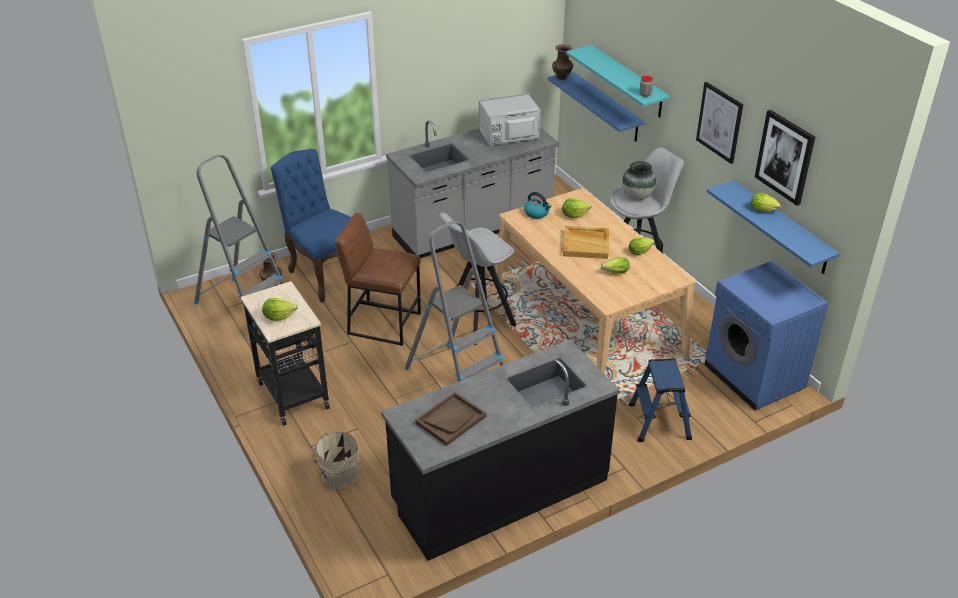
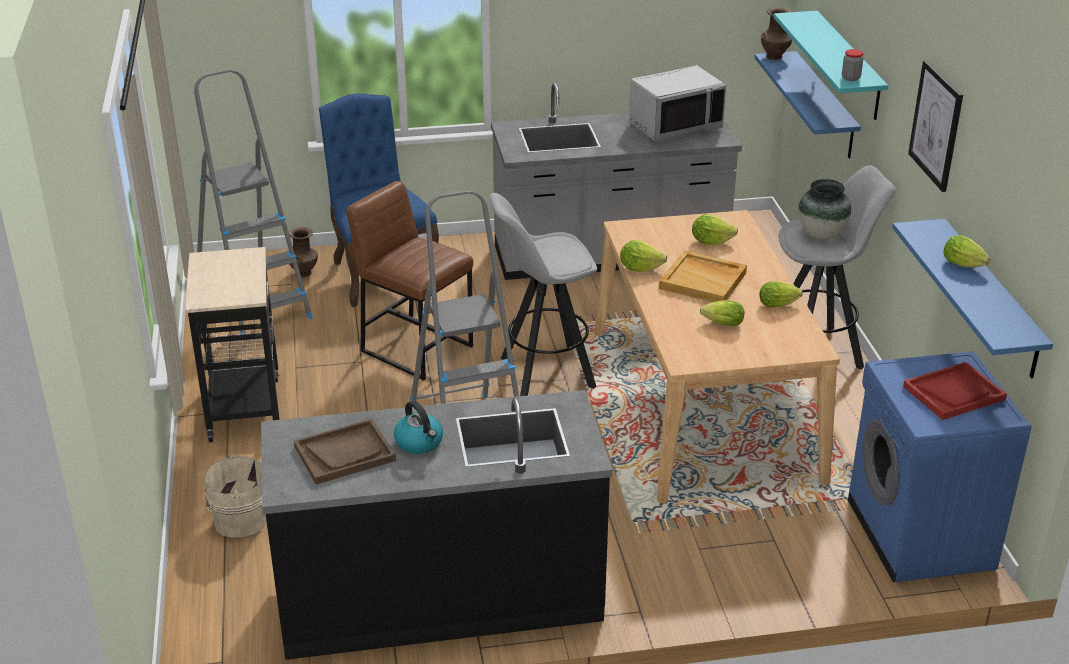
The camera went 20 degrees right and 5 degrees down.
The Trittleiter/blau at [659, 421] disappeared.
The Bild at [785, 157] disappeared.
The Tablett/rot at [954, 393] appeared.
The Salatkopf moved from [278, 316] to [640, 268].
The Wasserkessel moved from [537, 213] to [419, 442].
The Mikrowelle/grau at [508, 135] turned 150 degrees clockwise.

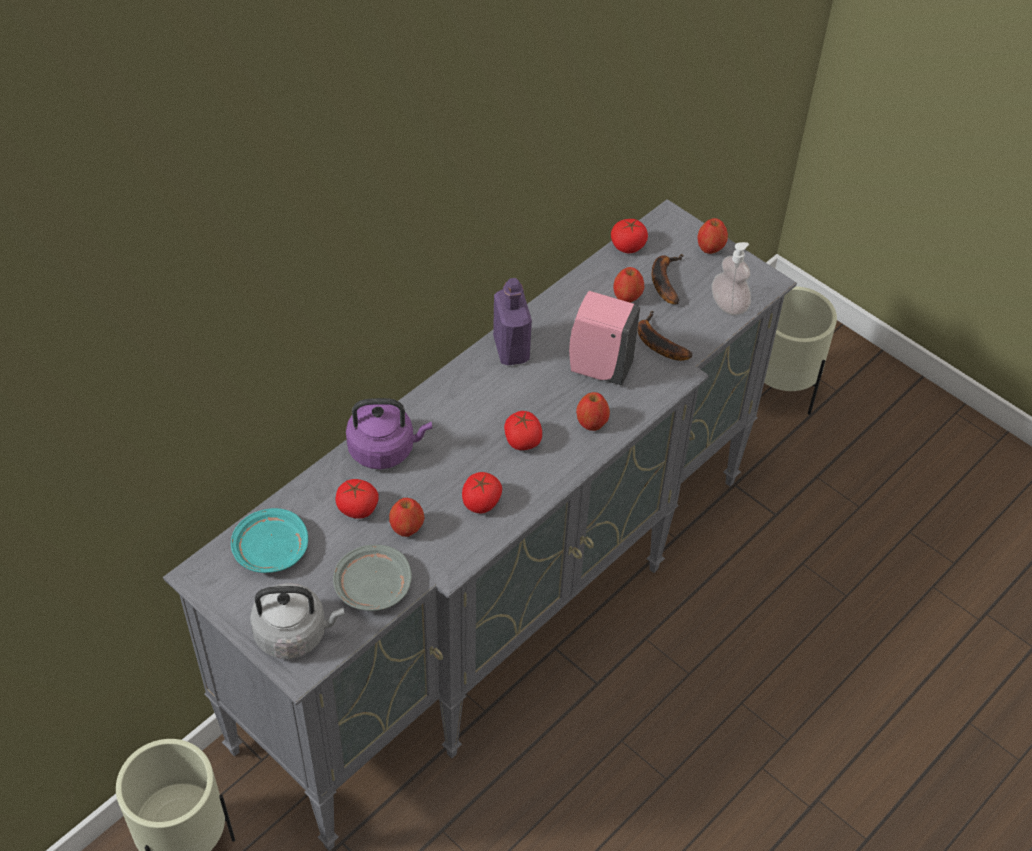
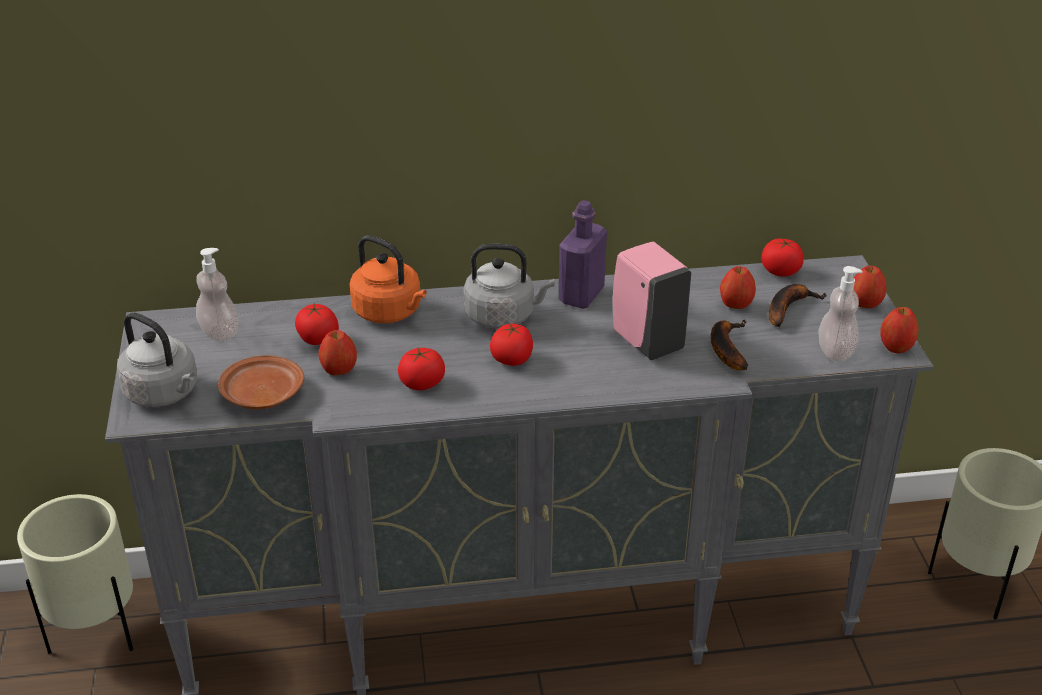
The camera went 40 degrees right and 15 degrees down.
The Wasserkessel/grau at [503, 316] appeared.
The Apfel moved from [591, 423] to [896, 347].
The Teller/türkis at [270, 550] was replaced by the Seifenspender at [220, 333].
The Teller/grau at [372, 586] became the Teller/braun at [261, 394].
The Wasserkessel/lila at [385, 449] became the Wasserkessel/orange at [390, 312].

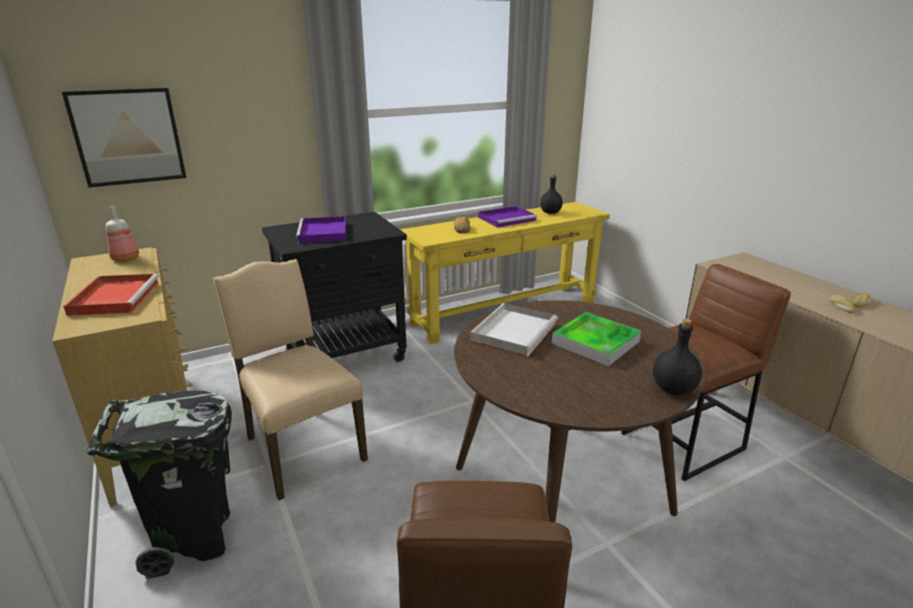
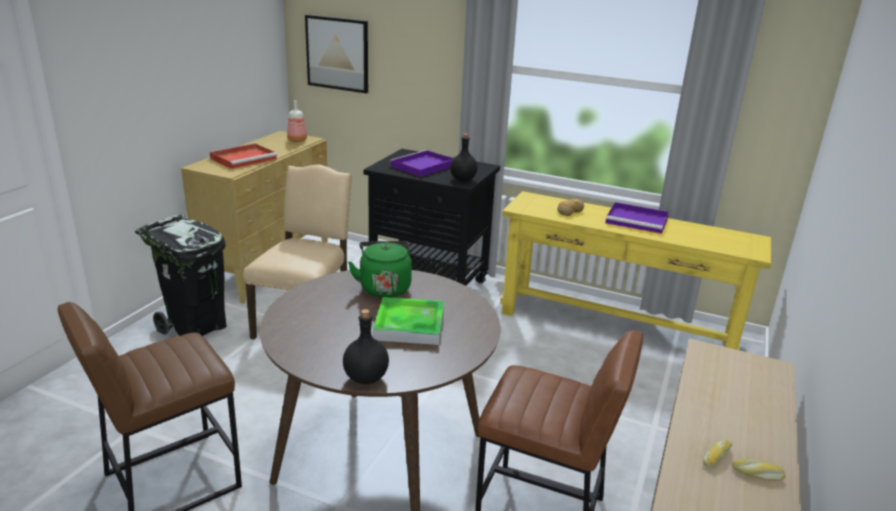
The camera went 50 degrees right and 0 degrees up.
The Flasche/schwarz moved from [550, 213] to [462, 179].
The Tablett/weiß at [514, 331] was replaced by the Wasserkessel/grün at [384, 287].

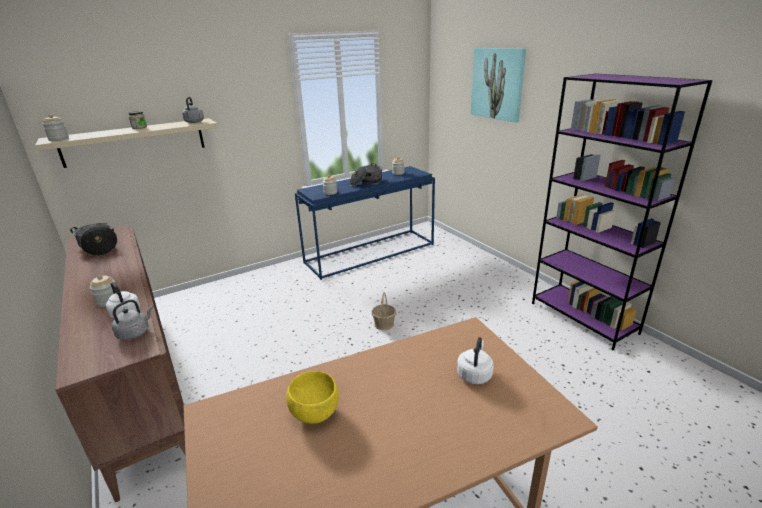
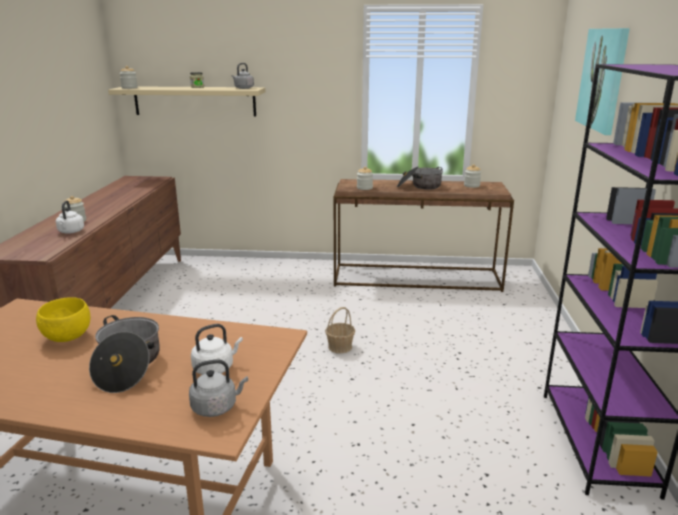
The camera went 35 degrees right and 5 degrees down.
The Kochtopf moved from [99, 247] to [128, 366].
The Wasserkessel/grau moved from [135, 333] to [216, 407].
The Konsolentisch/blau at [370, 253] became the Konsolentisch/braun at [417, 278].

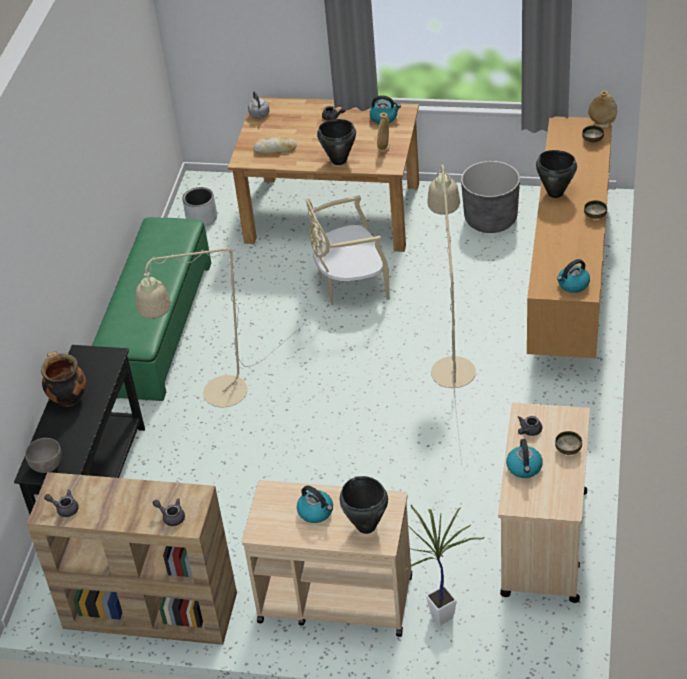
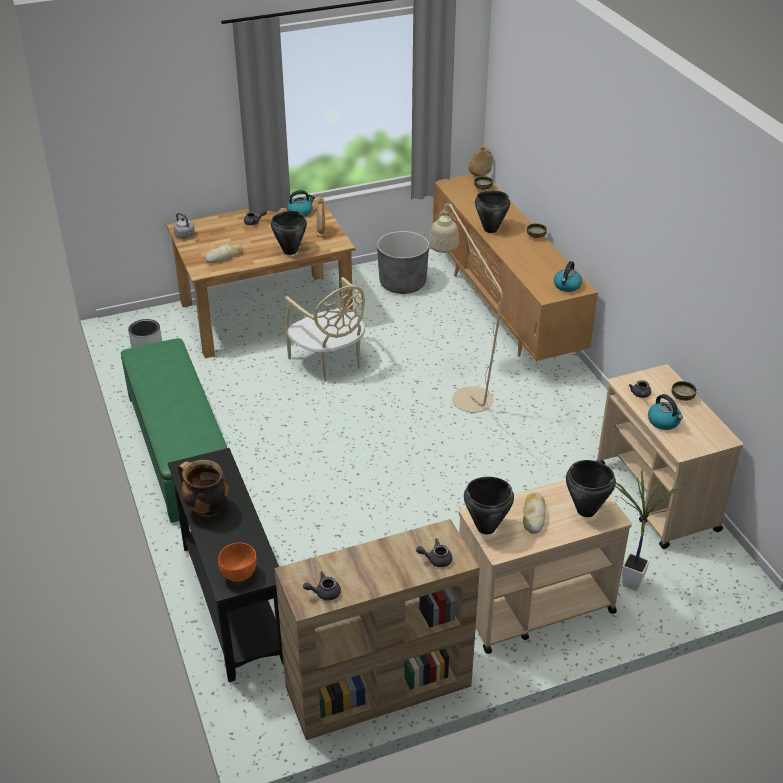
The camera went 35 degrees left and 5 degrees down.
The Stehlampe/beige at [217, 398] disappeared.
The Kochtopf/schwarz at [485, 527] appeared.
The Wasserkessel at [316, 512] was replaced by the Brot at [533, 516].
The Schüssel/grau at [46, 466] became the Schüssel/orange at [238, 574].
The Stuhl/beige at [350, 284] turned 75 degrees counterclockwise.

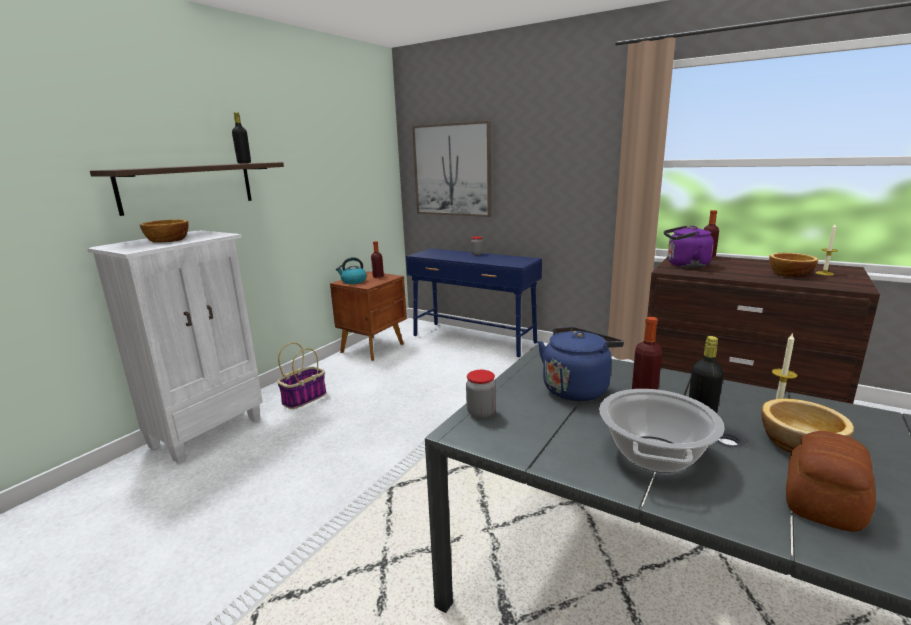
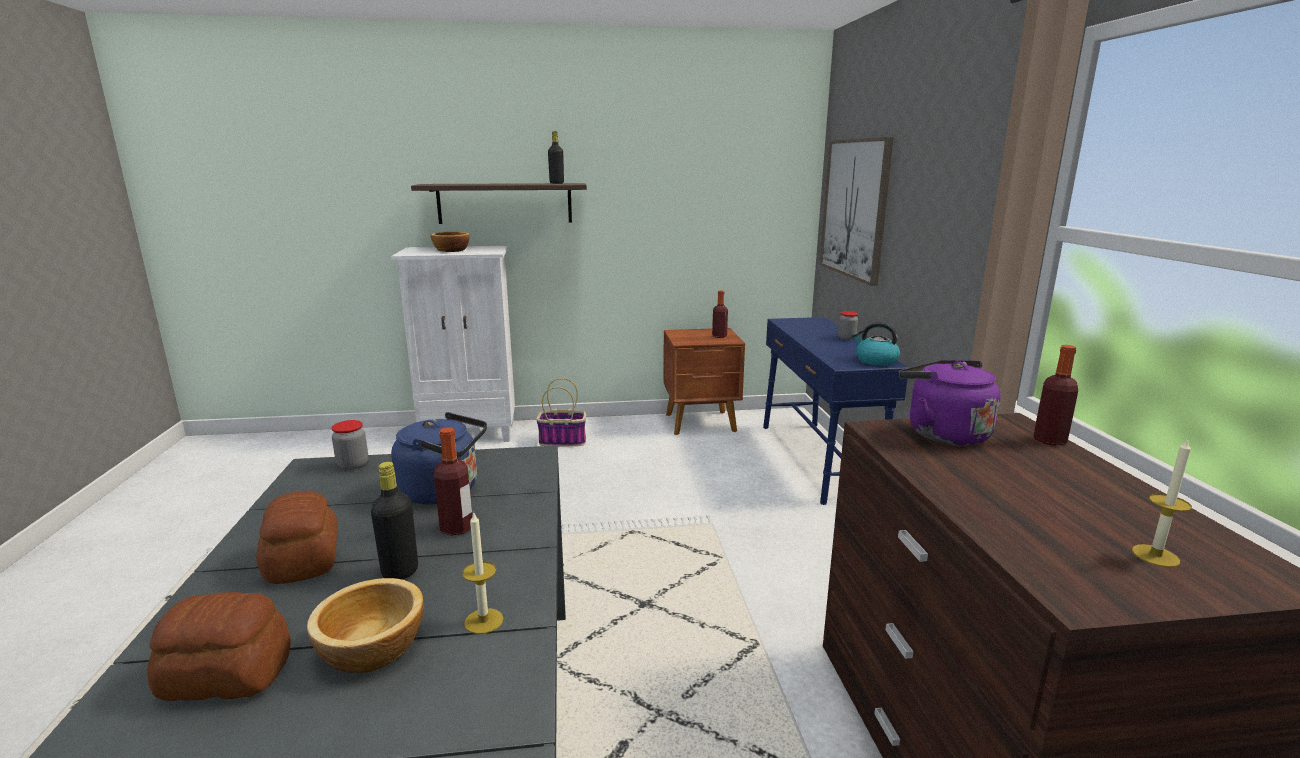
The camera went 50 degrees right and 0 degrees up.
The Schüssel at [789, 274] disappeared.
The Wasserkessel moved from [353, 281] to [875, 361].
The Kochtopf at [654, 454] was replaced by the Brot at [304, 559].

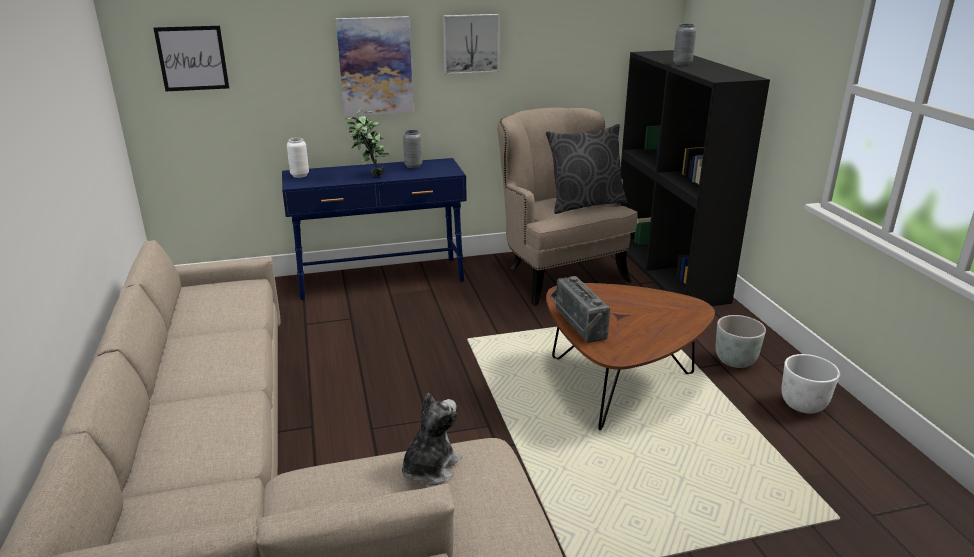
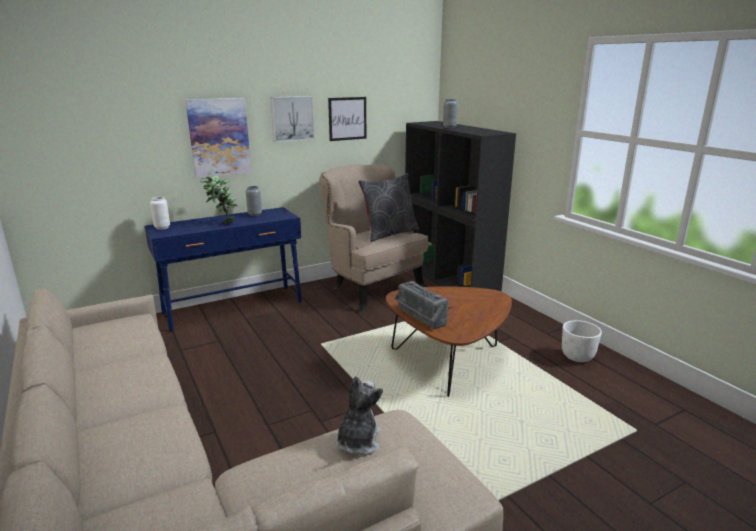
The camera went 15 degrees left and 5 degrees down.
The Pflanzkübel/grau at [735, 361] disappeared.
The Bild moved from [192, 58] to [347, 118].

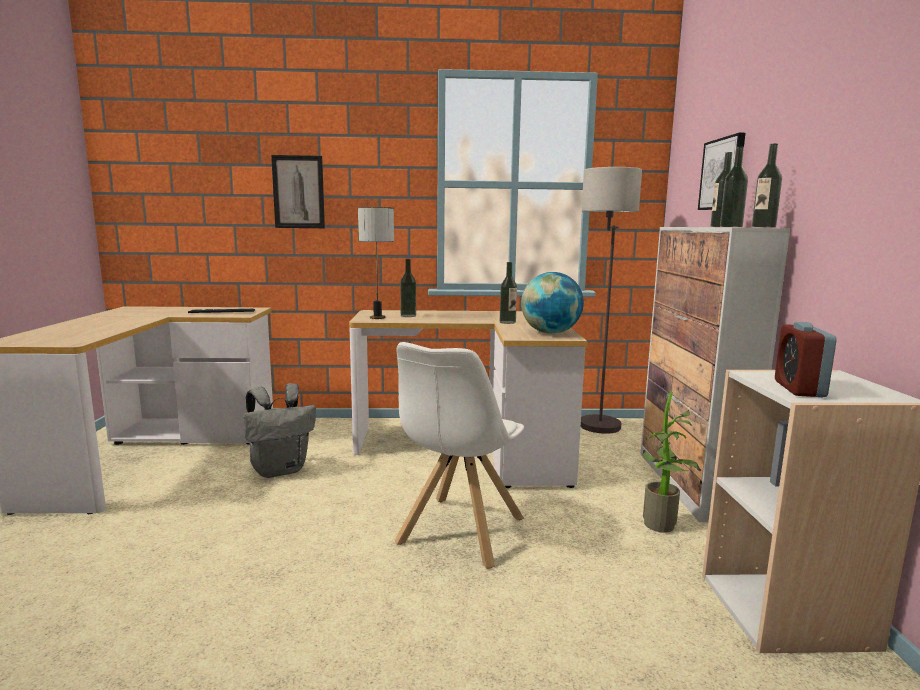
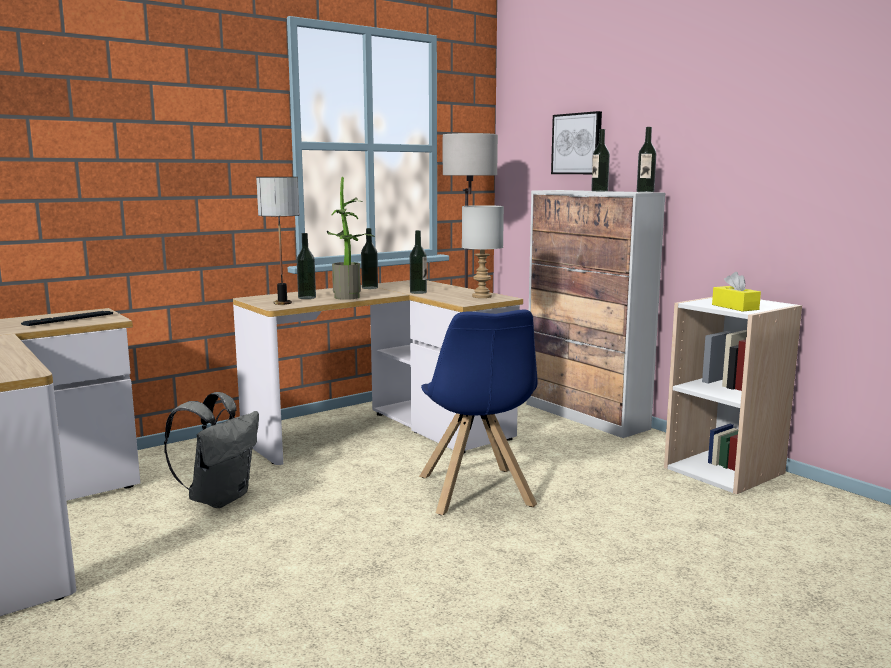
The camera went 35 degrees left and 0 degrees up.
The Bild at [298, 192] disappeared.
The Topfpflanze moved from [663, 527] to [351, 297].
The Flasche moved from [731, 227] to [369, 287].
The Globus at [550, 333] was replaced by the Tischlampe/grau at [481, 296].
The Wecker at [799, 389] was replaced by the Taschentuchbox/gelb at [735, 307].
The Stuhl/weiß at [459, 533] became the Stuhl/blau at [477, 493].

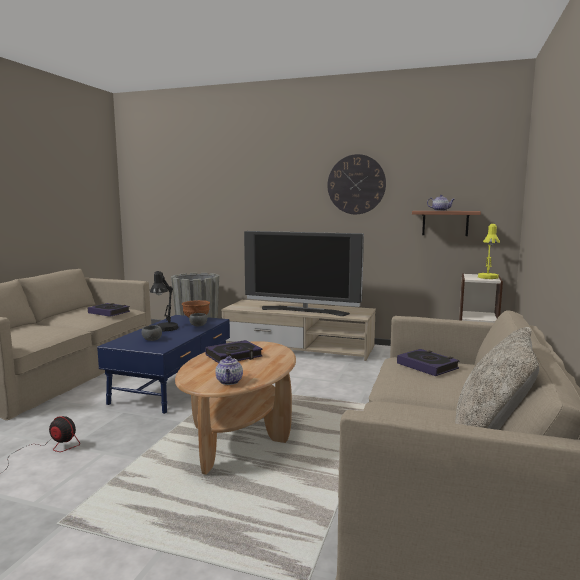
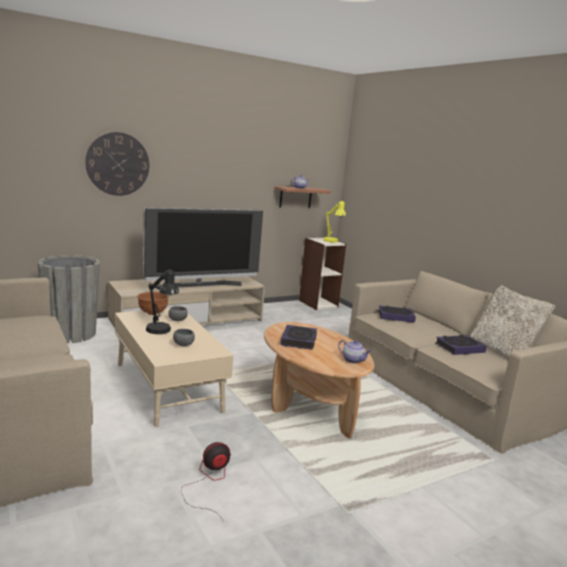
The camera went 50 degrees left and 5 degrees up.
The Buch moved from [109, 312] to [459, 348].
The Wanduhr moved from [356, 184] to [118, 164].
The Couchtisch/blau at [173, 384] became the Couchtisch/beige at [167, 387].

